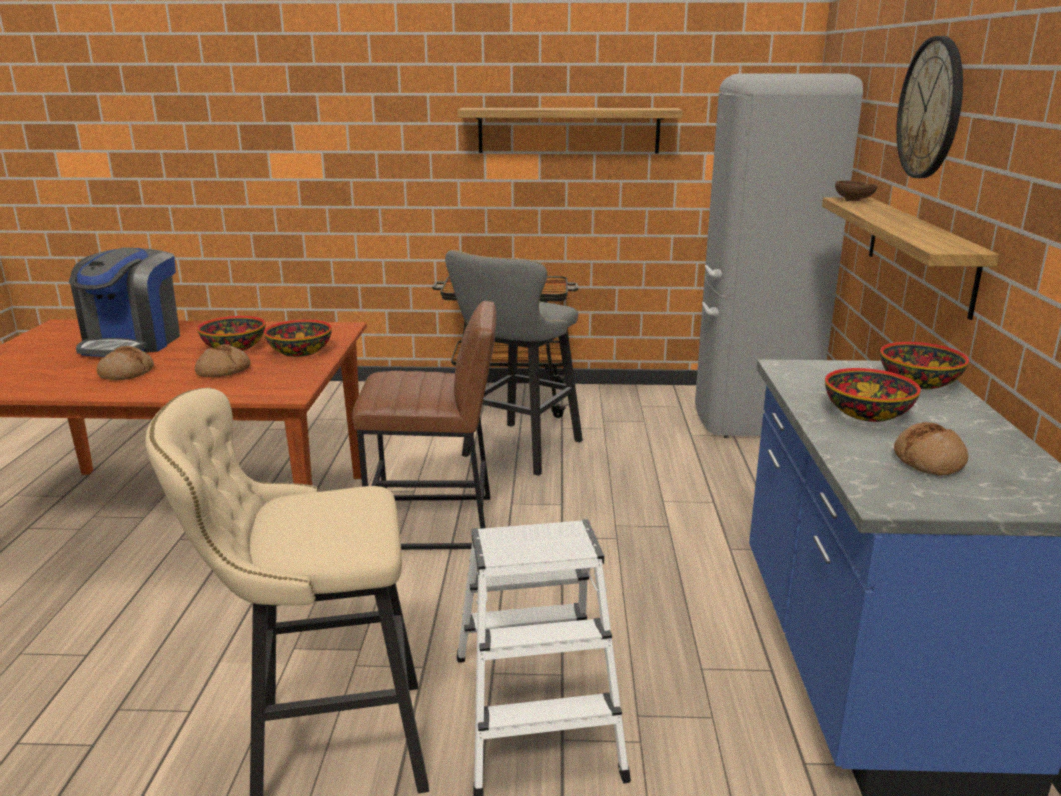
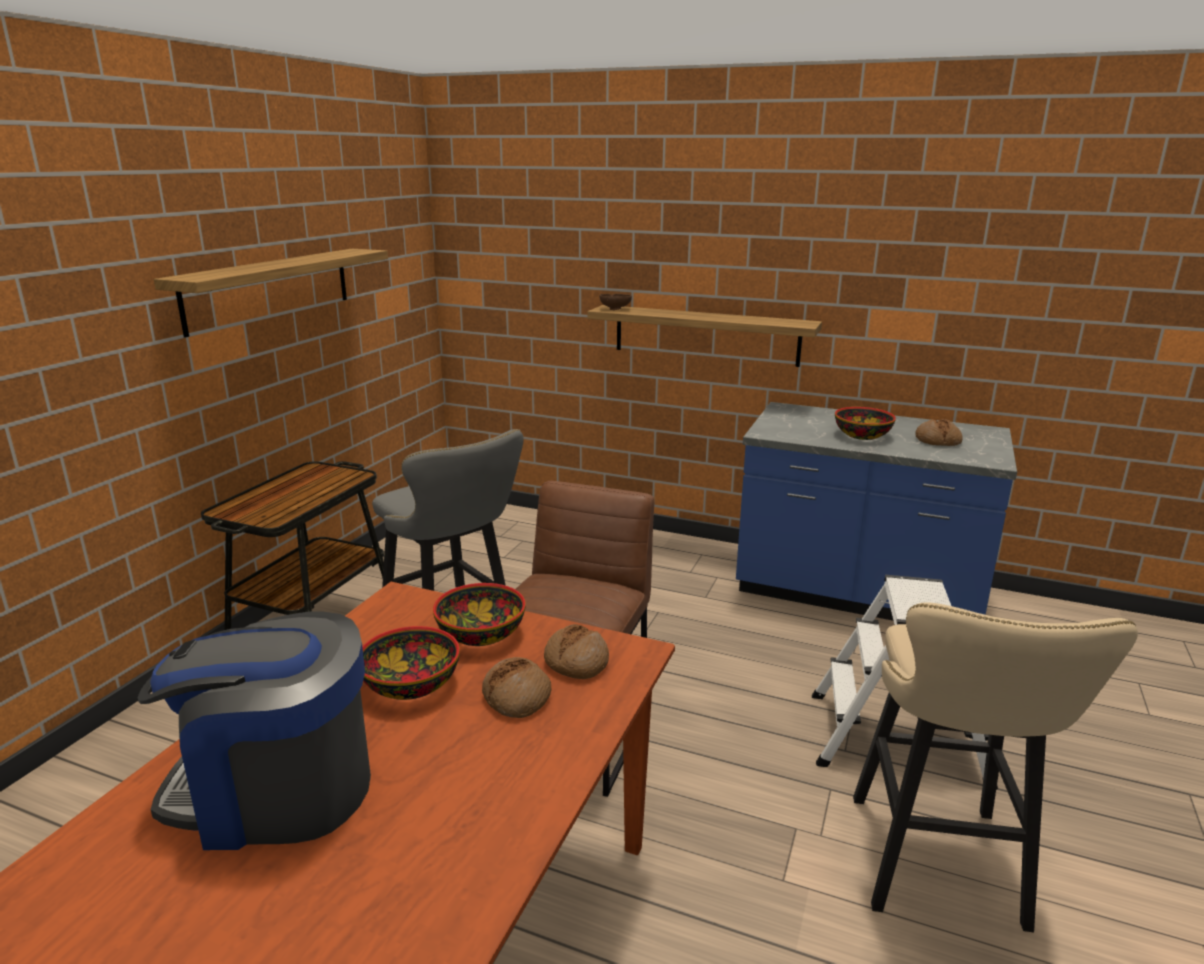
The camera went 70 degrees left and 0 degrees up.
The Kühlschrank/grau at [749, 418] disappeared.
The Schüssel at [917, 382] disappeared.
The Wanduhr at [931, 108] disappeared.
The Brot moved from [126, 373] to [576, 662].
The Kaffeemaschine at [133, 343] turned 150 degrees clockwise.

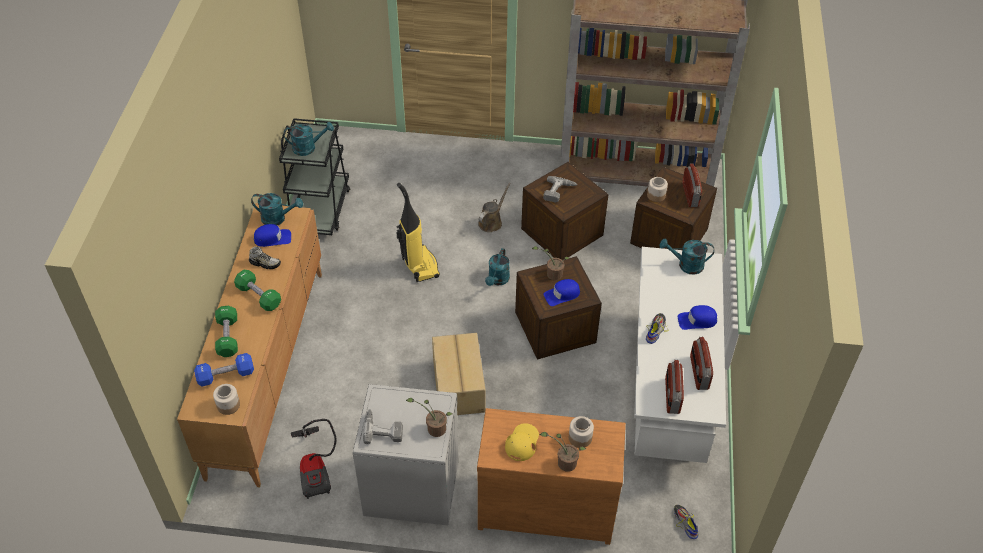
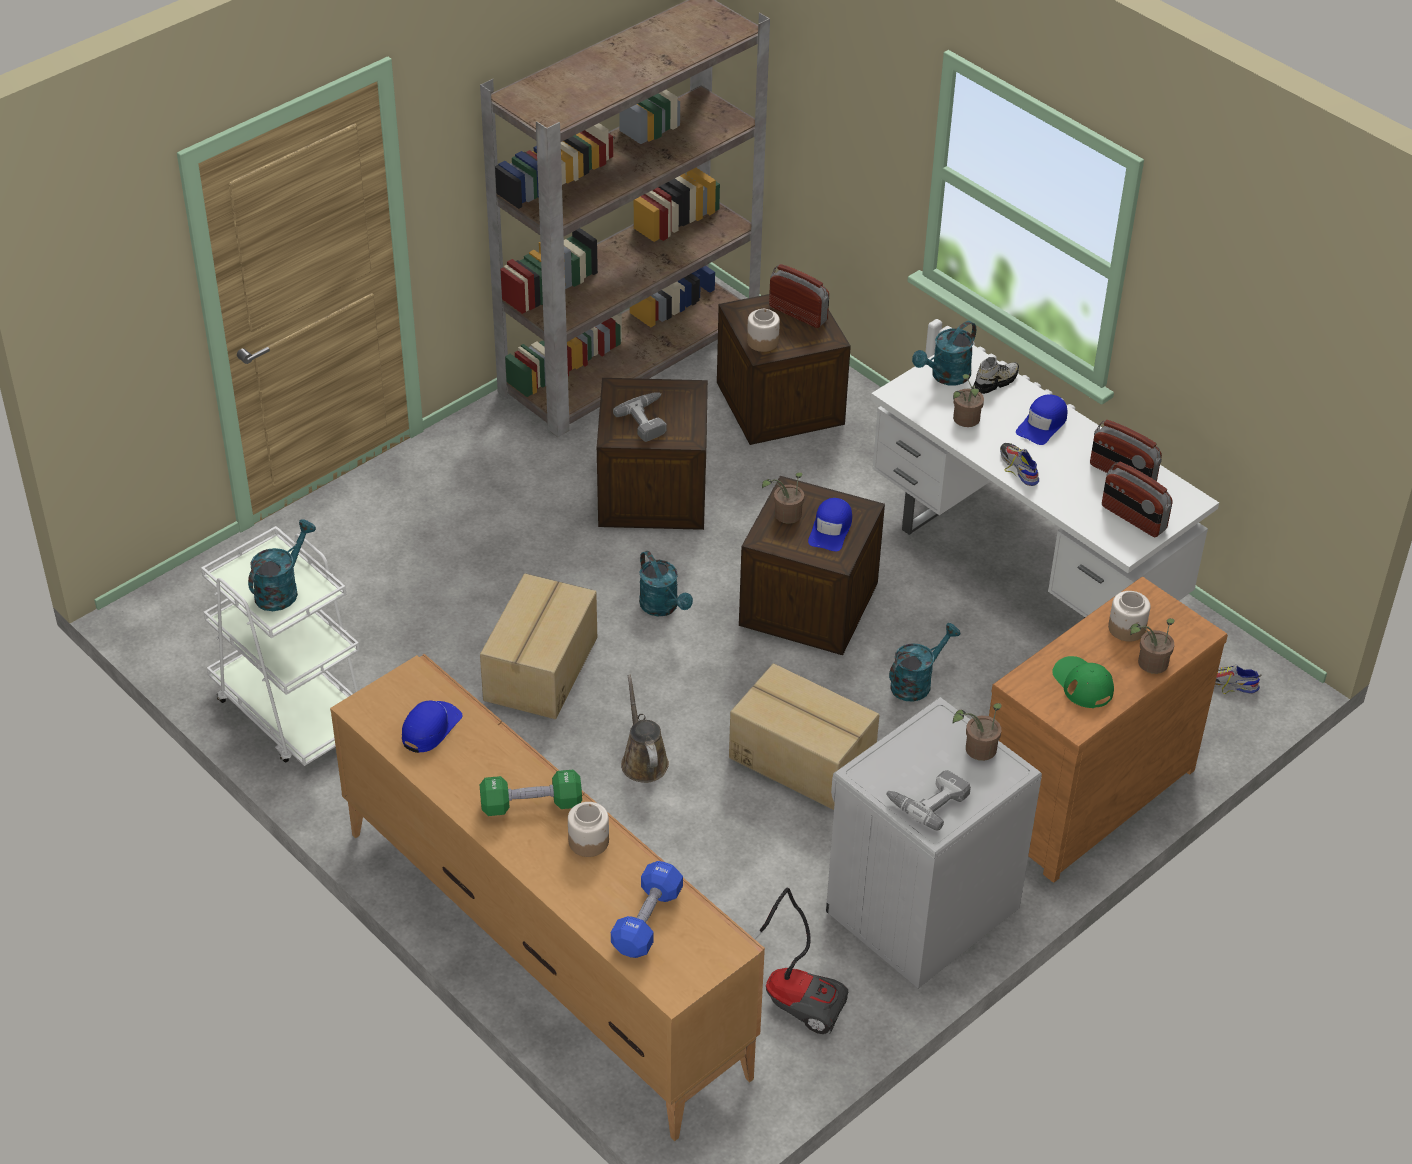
The camera went 50 degrees left and 5 degrees down.
The Hantel/grün at [228, 337] disappeared.
The Topfpflanze at [965, 421] appeared.
The Vorratsglas moved from [228, 405] to [588, 841].
The Schuh moved from [265, 263] to [995, 382].
The Gießkanne/türkis moved from [278, 218] to [916, 682].
The Gießkanne/braun moved from [491, 222] to [643, 760].
The Staubsauger at [419, 265] was replaced by the Karton at [539, 668].
The Rollwagen/schwarz at [320, 209] became the Rollwagen/weiß at [292, 710].
The Kappe/gelb at [522, 443] became the Kappe/grün at [1082, 683].

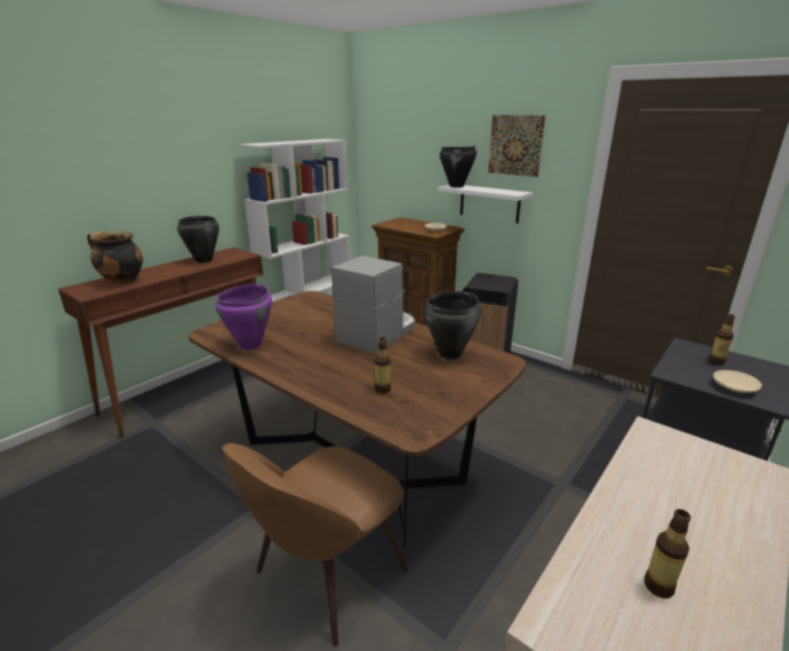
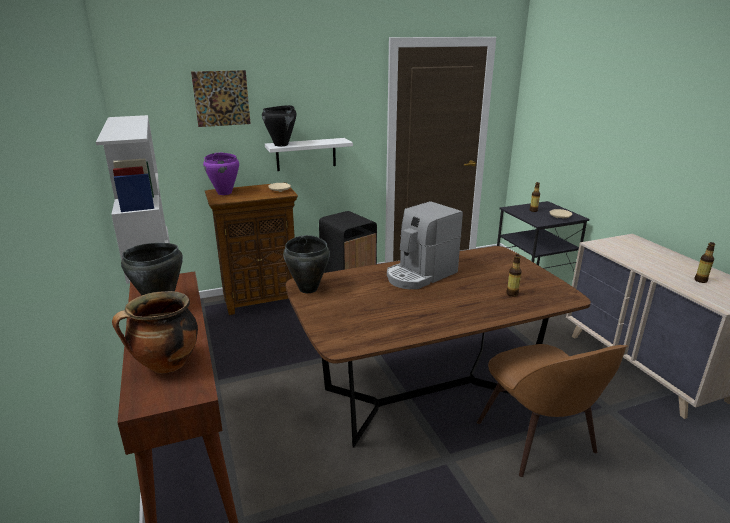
The camera went 60 degrees left and 0 degrees up.
The Kochtopf/lila moved from [250, 345] to [225, 193].
The Kochtopf/schwarz moved from [450, 354] to [308, 289].
The Bild moved from [515, 145] to [221, 98].
The Kaffeemaschine at [378, 333] turned 105 degrees counterclockwise.

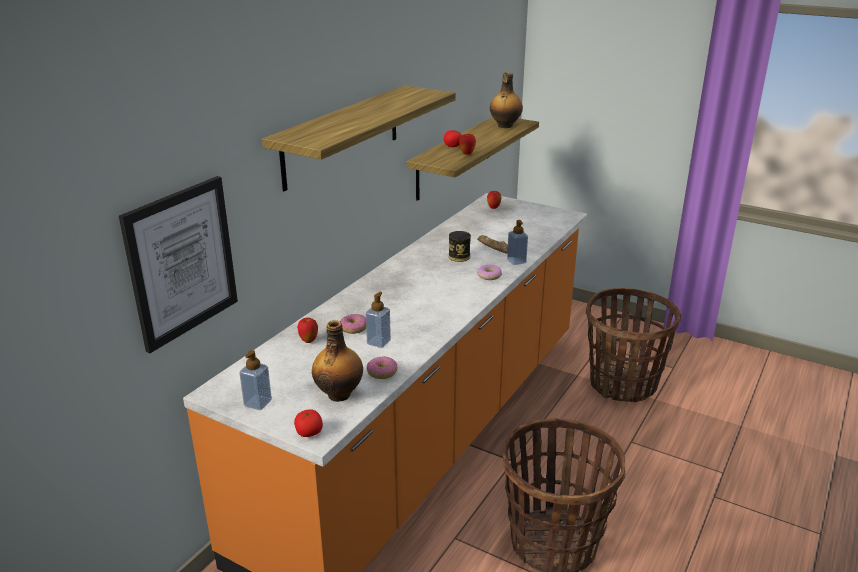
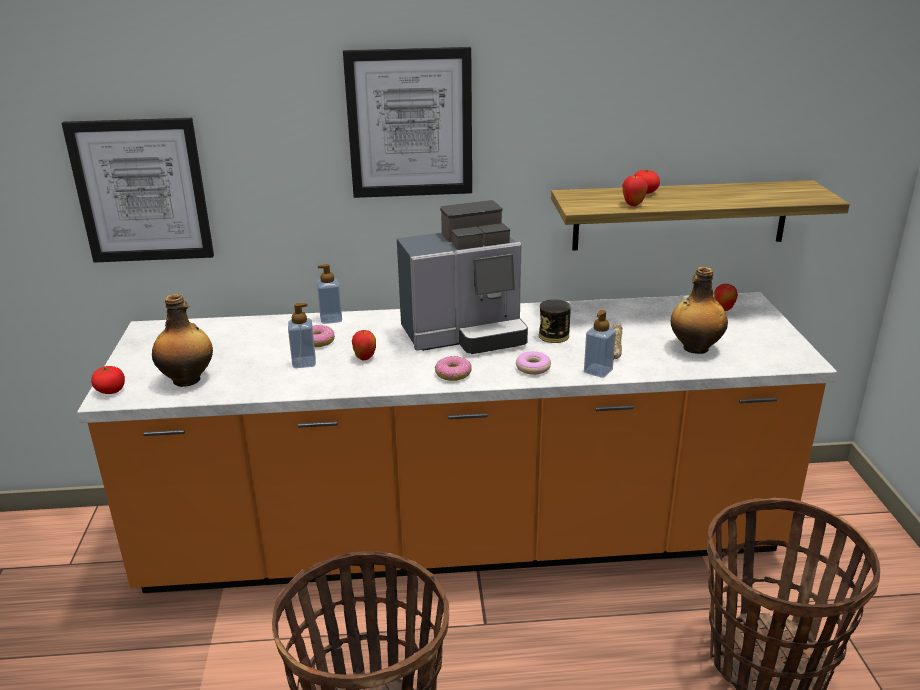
The camera went 55 degrees right and 0 degrees up.
The Kaffeemaschine at [466, 335] appeared.
The Seifenspender moved from [258, 403] to [331, 319].
The Apfel moved from [308, 341] to [365, 358].
The Donut moved from [382, 372] to [453, 374].
The Flasche moved from [504, 126] to [694, 348].
The Wandregal at [342, 136] was replaced by the Bild at [410, 124].

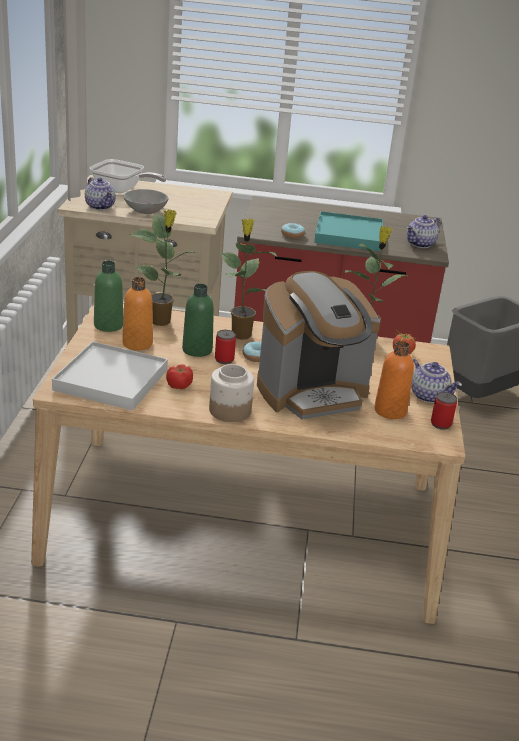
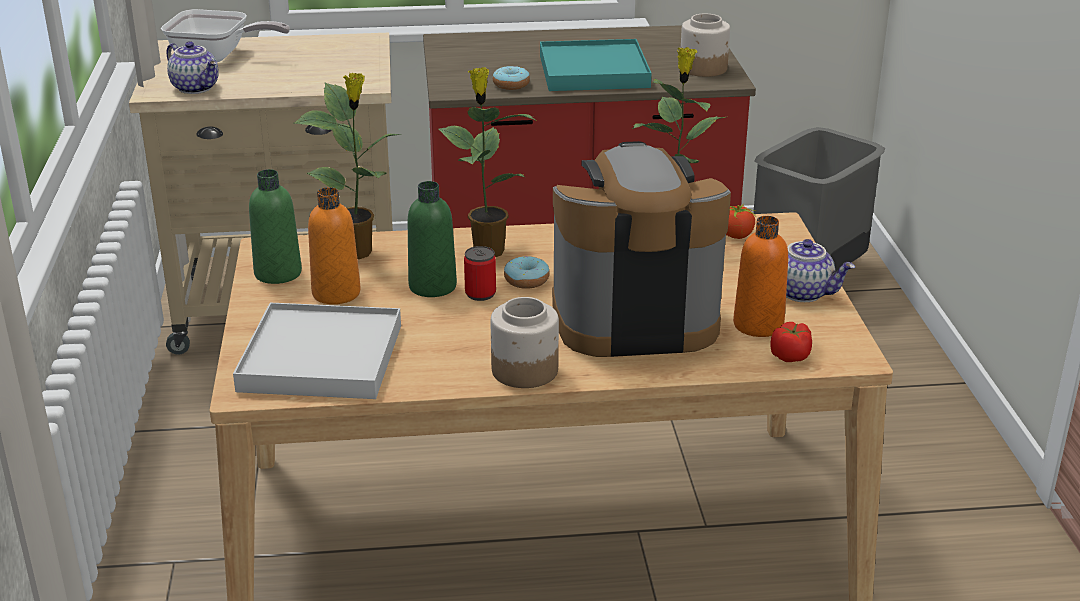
The camera went 10 degrees left and 0 degrees up.
The Schüssel/grau at [145, 211] disappeared.
The Dose at [440, 424] disappeared.
The Tomate moved from [179, 385] to [790, 356].
The Teekanne at [420, 244] was replaced by the Vorratsglas at [704, 68].
The Kaffeemaschine at [312, 393] turned 150 degrees counterclockwise.

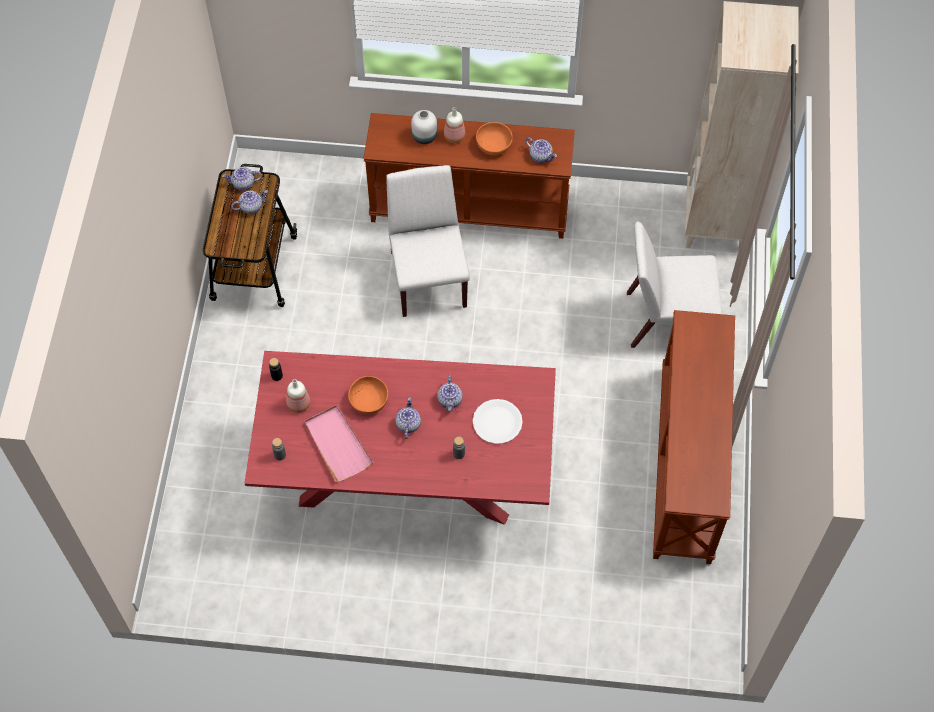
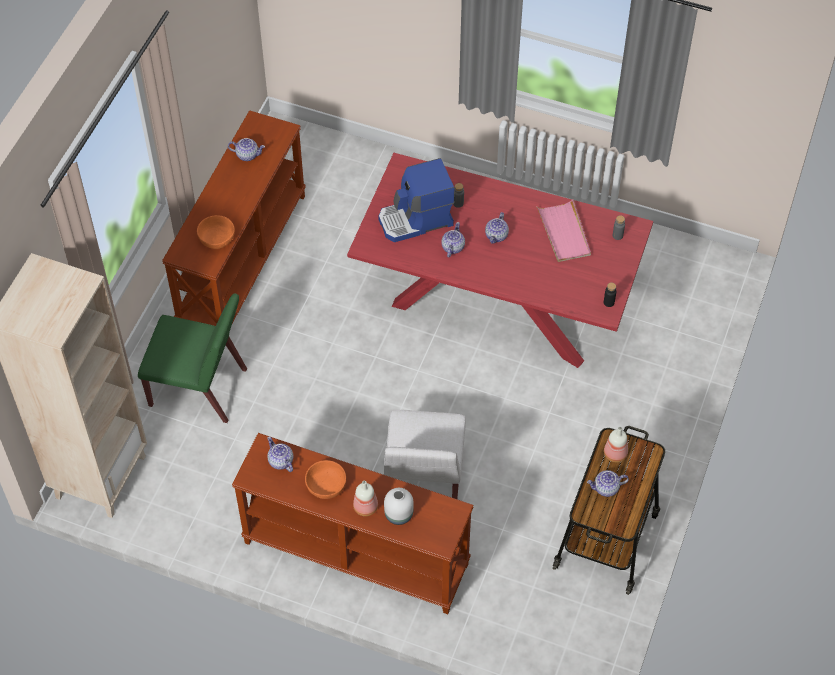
The camera went 165 degrees left and 5 degrees down.
The Teekanne moved from [243, 184] to [247, 155].
The Flasche moved from [298, 404] to [615, 453].
The Schüssel/orange moved from [369, 401] to [217, 238].
The Teller/weiß at [497, 422] was replaced by the Kaffeemaschine at [416, 220].
The Stuhl/weiß at [667, 319] became the Stuhl/grün at [199, 388].

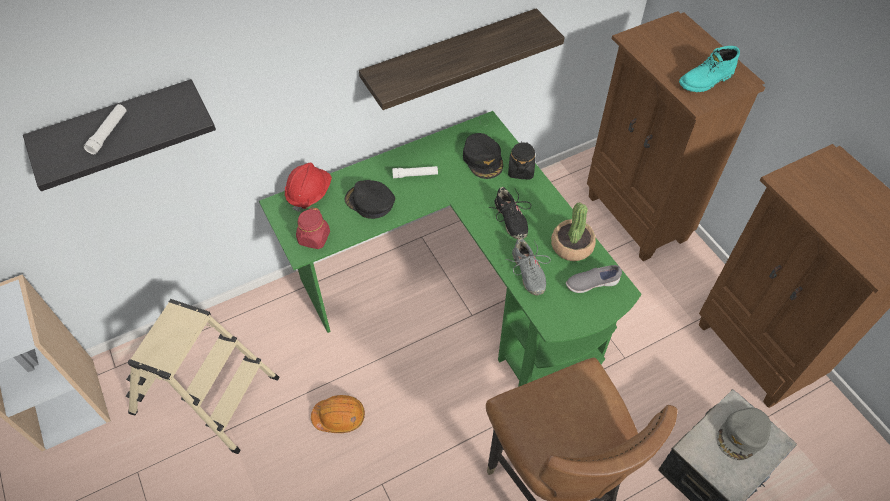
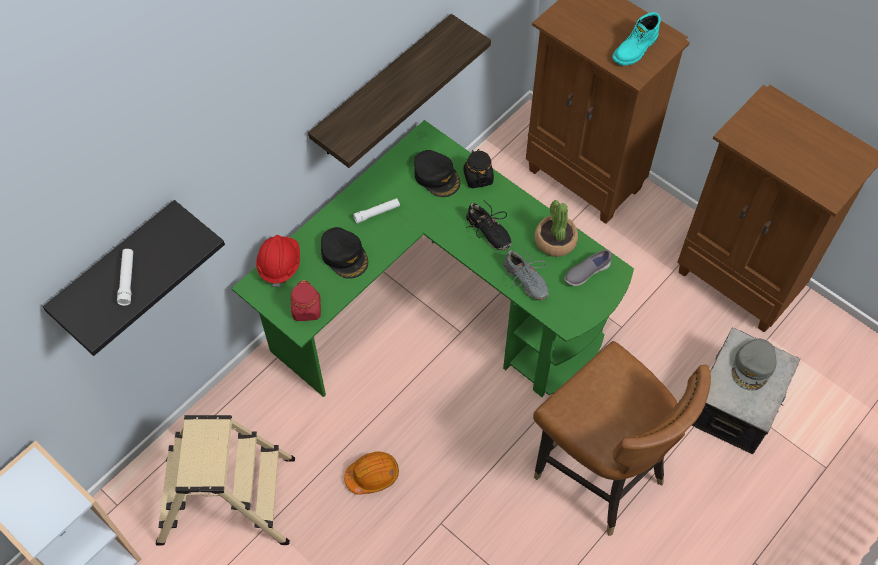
The camera went 20 degrees left and 5 degrees up.
The Kappe/schwarz at [370, 202] turned 135 degrees counterclockwise.

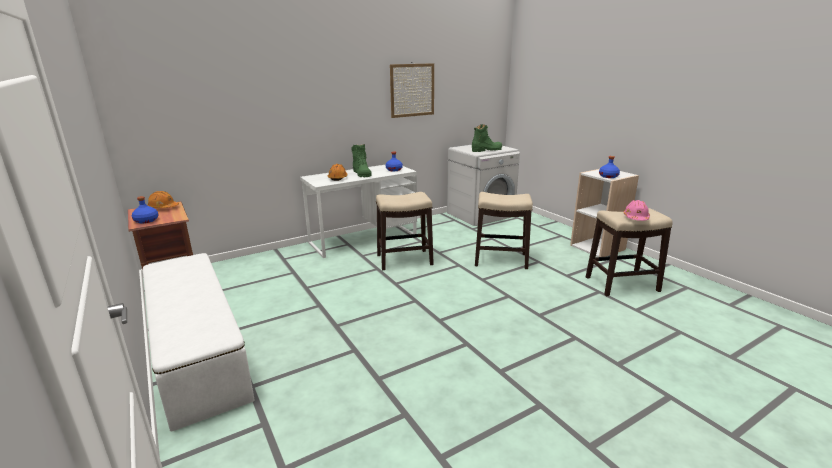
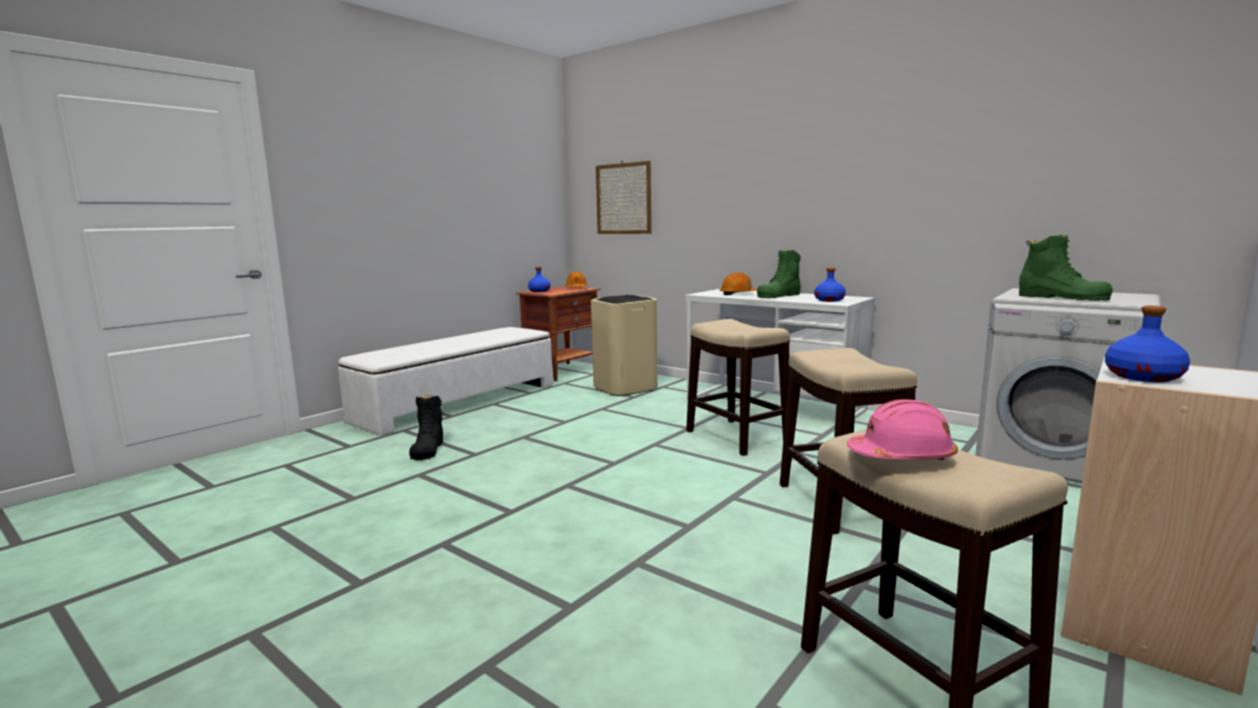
The camera went 70 degrees right and 10 degrees down.
The Stiefel/schwarz at [428, 449] appeared.
The Mülleimer/beige at [625, 387] appeared.
The Bild moved from [412, 89] to [623, 197].

